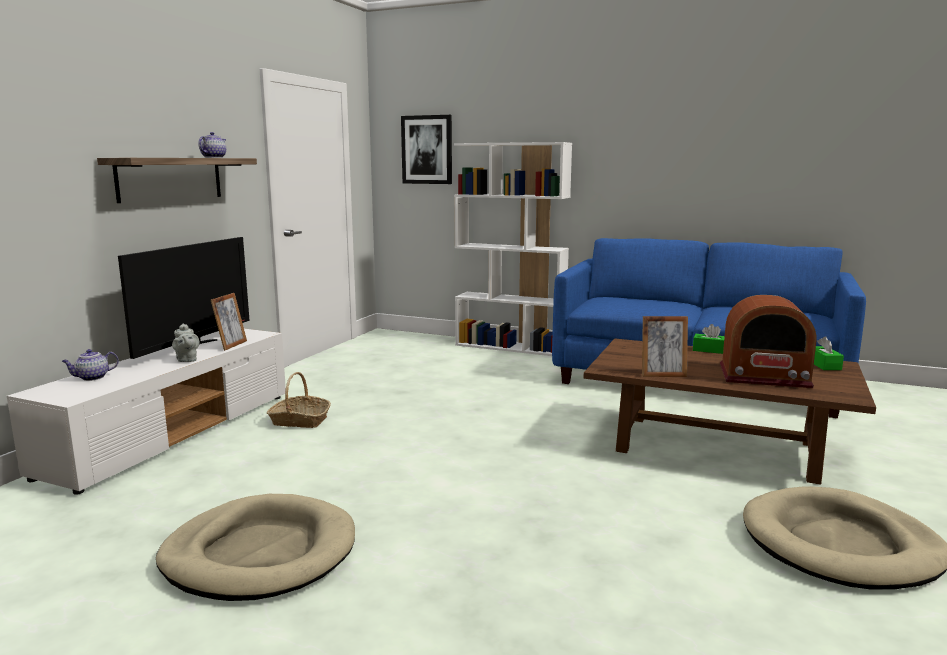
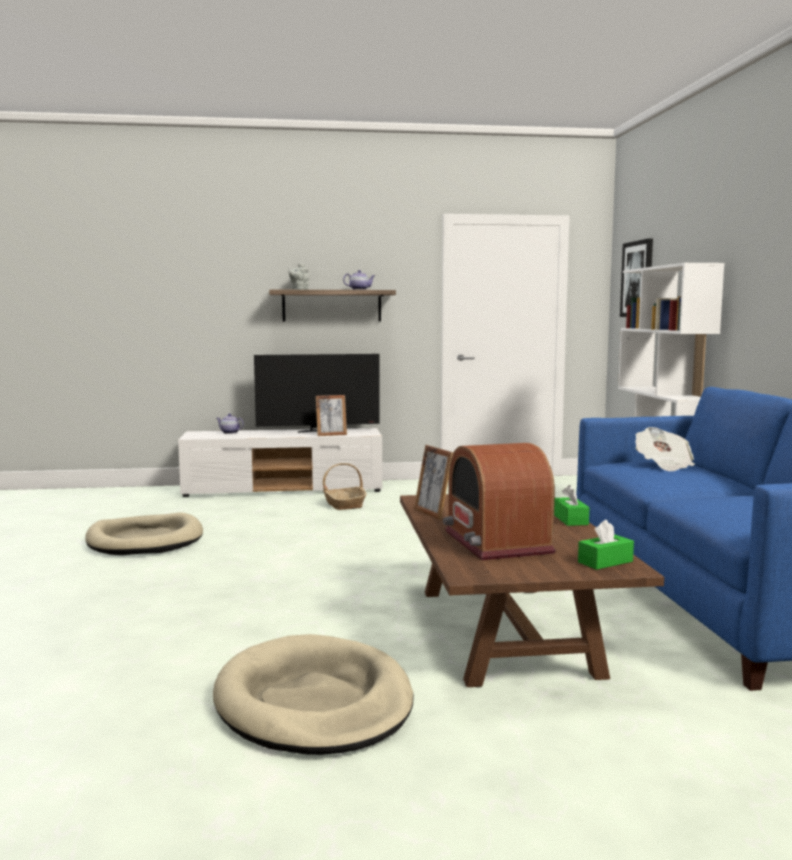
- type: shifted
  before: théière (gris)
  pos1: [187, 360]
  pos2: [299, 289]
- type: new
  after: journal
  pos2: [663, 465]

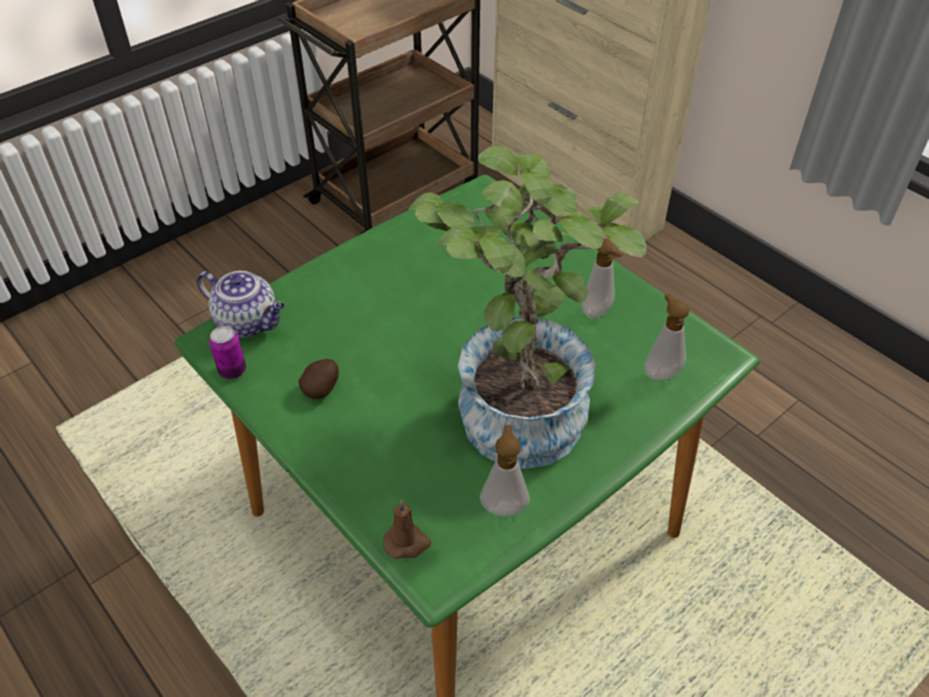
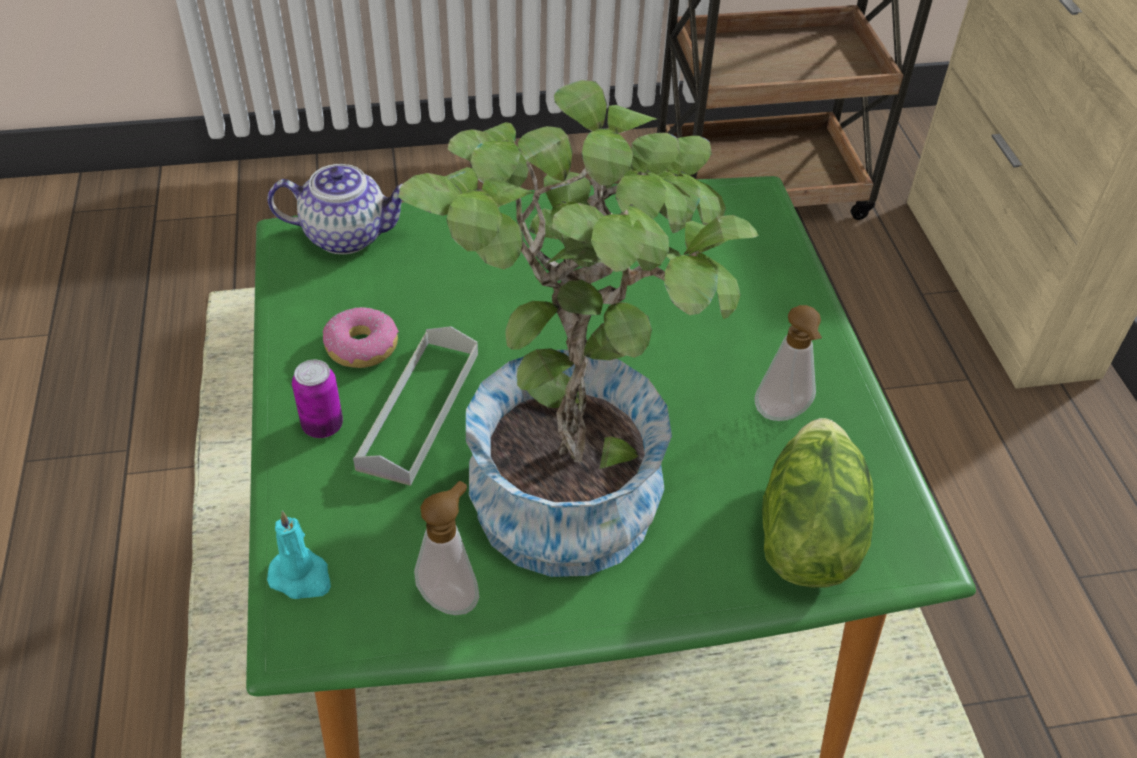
- type: rotated
  before: théière
  pos1: [249, 322]
  pos2: [348, 235]
  turn: -60
- type: shifted
  before: boîte métallique
  pos1: [232, 371]
  pos2: [322, 426]
- type: swapped
  before: pomme de terre
  after: beignet
  pos1: [322, 388]
  pos2: [362, 347]
- type: repainted
  before: bougie (marron)
  after: bougie (turquoise)
  pos1: [407, 543]
  pos2: [301, 577]
- type: swapped
  before: distributeur de savon
  after: laitue
  pos1: [660, 372]
  pos2: [805, 534]
- type: new
  after: plateau (gris)
  pos2: [419, 409]

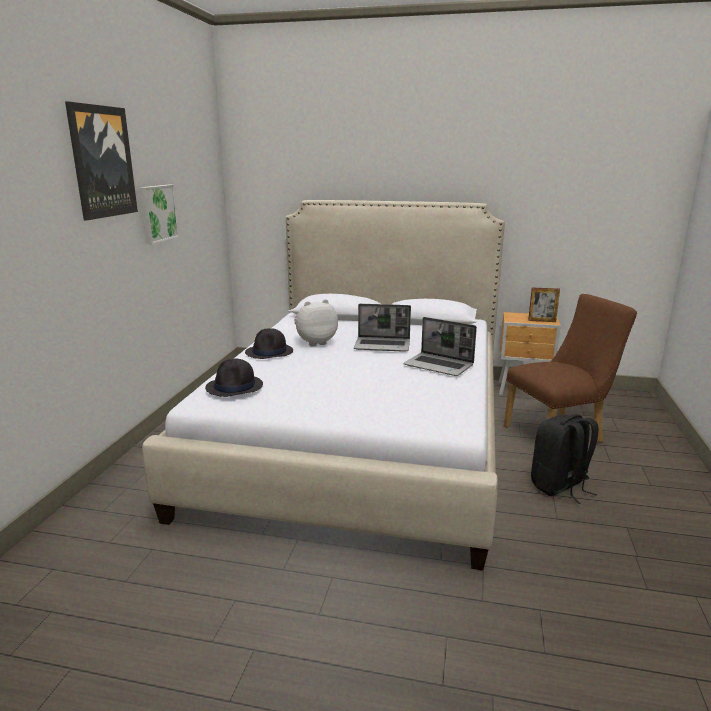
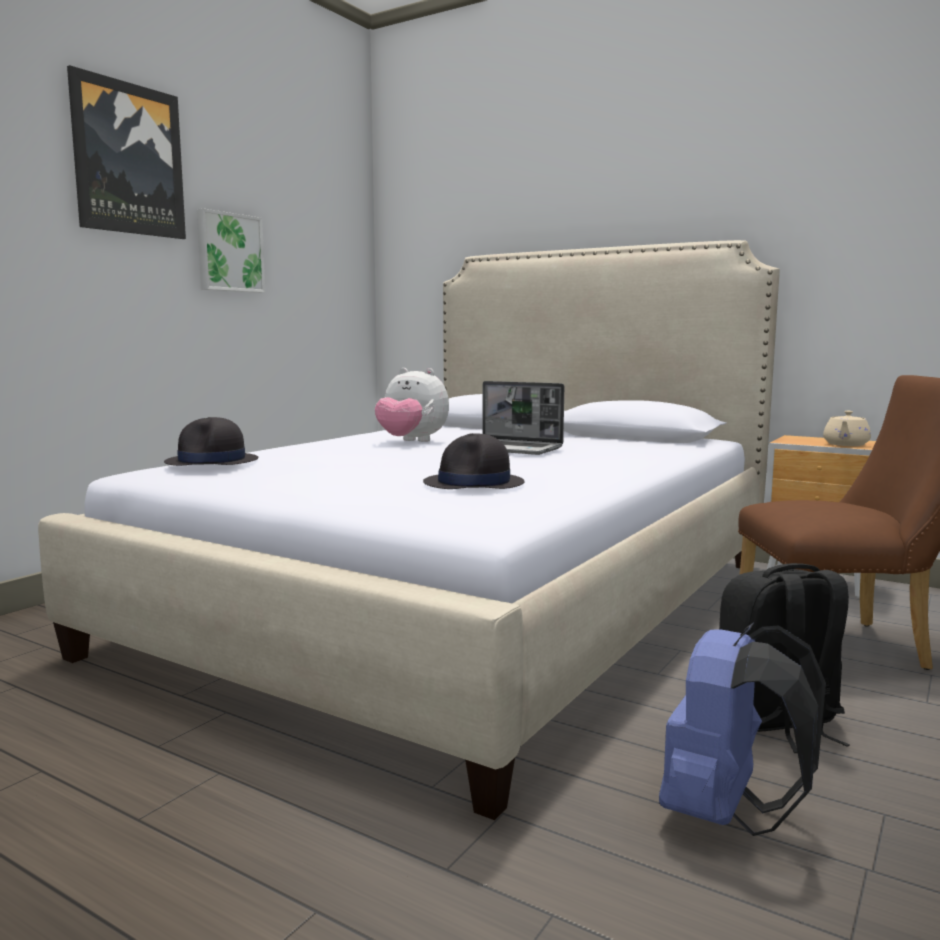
- type: shifted
  before: chapeau (noir)
  pos1: [269, 352]
  pos2: [474, 484]
- type: rotated
  before: peluche
  pos1: [315, 342]
  pos2: [411, 441]
  turn: -150
- type: gone
  before: ordinateur portable
  pos1: [439, 366]
- type: swapped
  before: cadre photo
  after: théière (beige)
  pos1: [542, 321]
  pos2: [845, 444]
- type: new
  after: sac à dos (bleu)
  pos2: [727, 814]

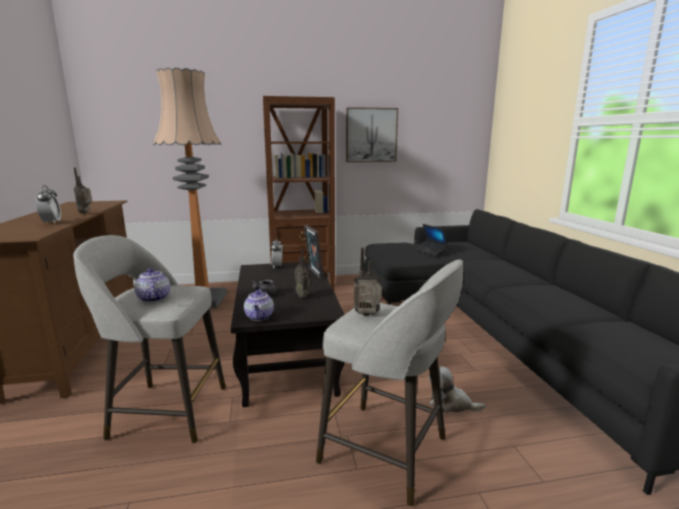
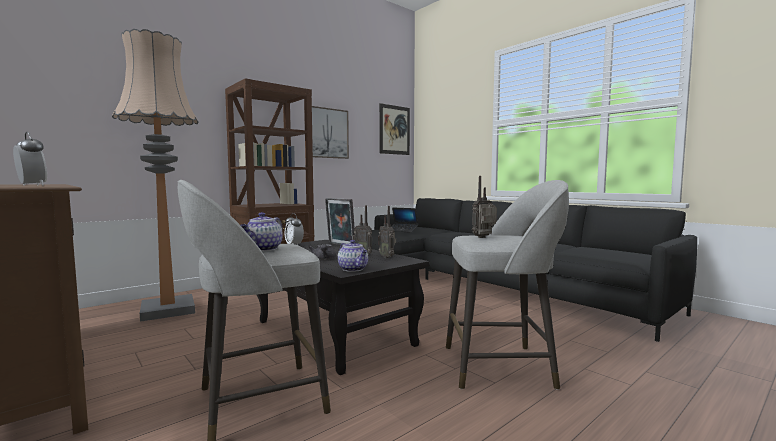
- type: shifted
  before: radio
  pos1: [87, 213]
  pos2: [387, 257]
- type: rotated
  before: théière
  pos1: [153, 298]
  pos2: [263, 249]
  turn: -105
- type: gone
  before: peluche
  pos1: [451, 404]
- type: new
  after: tableau
  pos2: [394, 130]

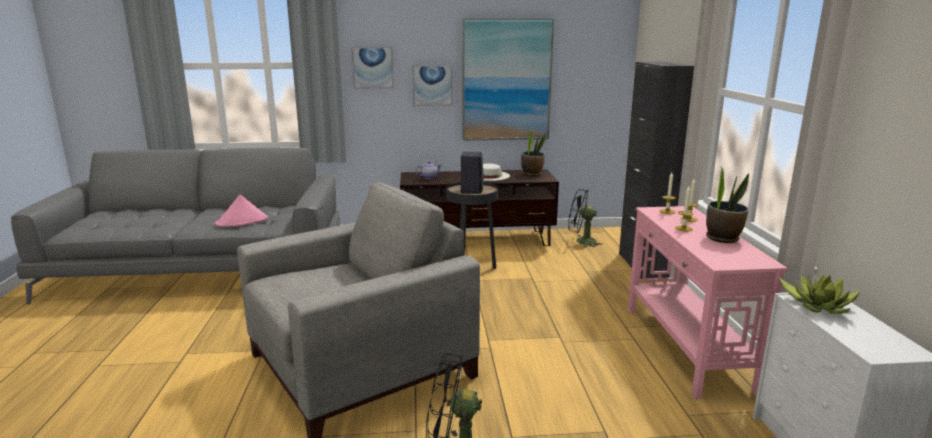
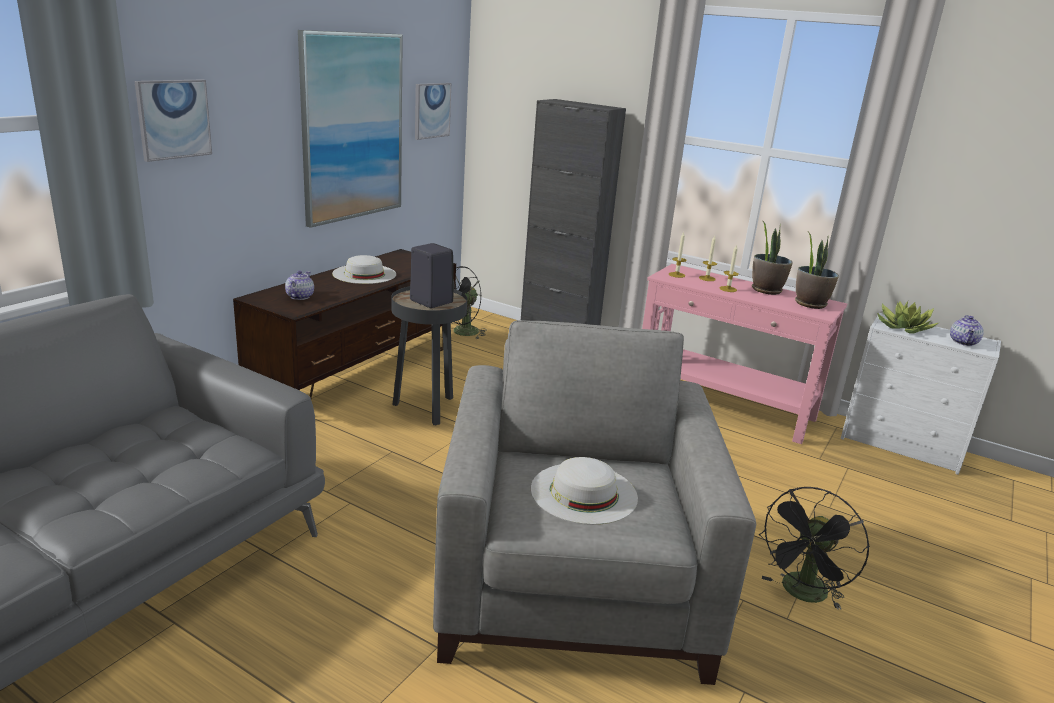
- type: gone
  before: chapeau (rose)
  pos1: [242, 221]
- type: shifted
  before: tableau
  pos1: [432, 85]
  pos2: [431, 110]
- type: shifted
  before: plante en pot
  pos1: [532, 174]
  pos2: [810, 304]
- type: new
  after: chapeau (blanc)
  pos2: [584, 492]
- type: new
  after: théière
  pos2: [963, 342]

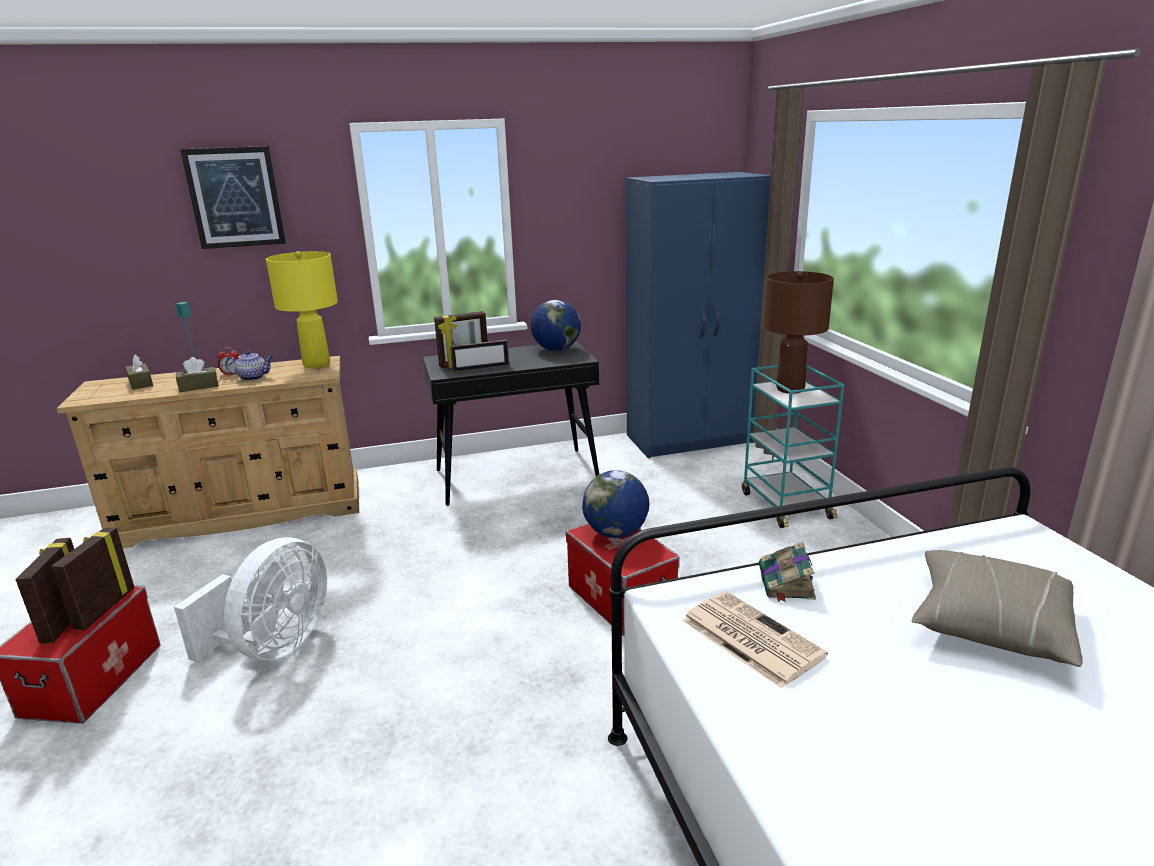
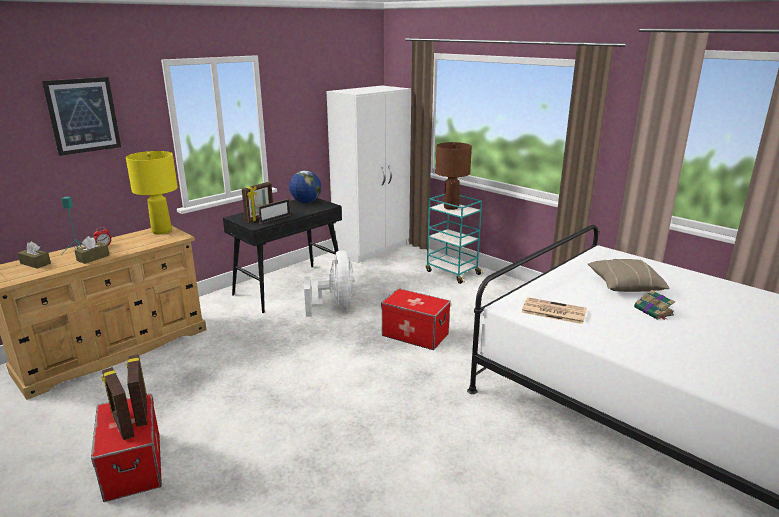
- type: shifted
  before: ventilateur (blanc)
  pos1: [274, 646]
  pos2: [335, 306]
- type: gone
  before: théière
  pos1: [253, 377]
- type: gone
  before: globe
  pos1: [616, 533]
- type: repainted
  before: armoire (bleu)
  after: armoire (blanc)
  pos1: [691, 439]
  pos2: [372, 248]
- type: shifted
  before: livre
  pos1: [786, 583]
  pos2: [654, 311]

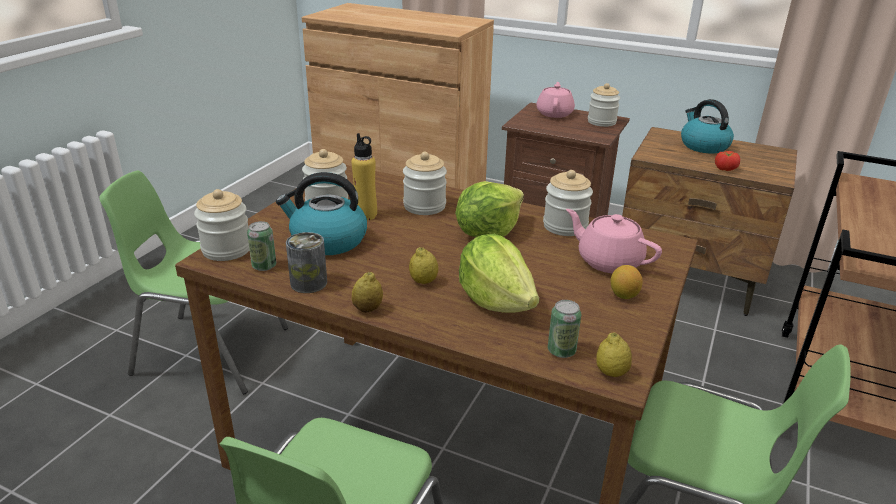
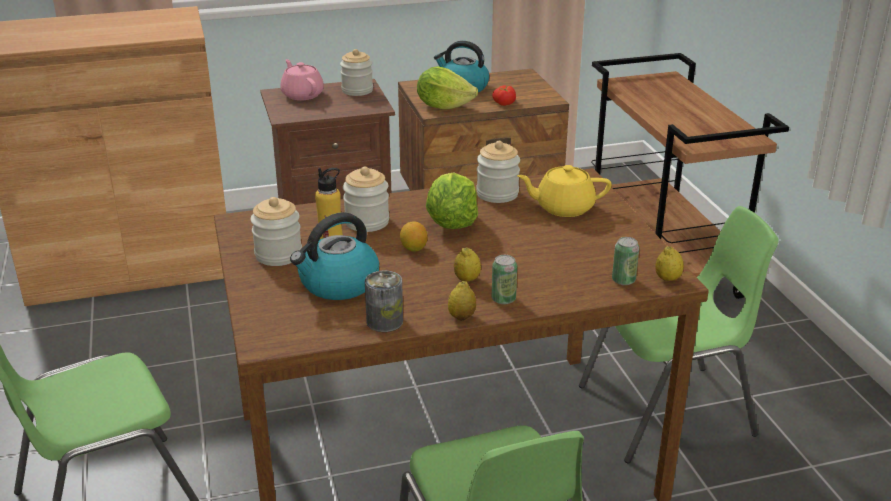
- type: gone
  before: bocal
  pos1: [226, 249]
- type: shifted
  before: boîte métallique
  pos1: [264, 266]
  pos2: [503, 299]
- type: shifted
  before: laitue
  pos1: [496, 300]
  pos2: [443, 106]
- type: repainted
  before: théière (rose)
  after: théière (jaune)
  pos1: [608, 261]
  pos2: [563, 208]
- type: shifted
  before: citron
  pos1: [623, 295]
  pos2: [413, 248]

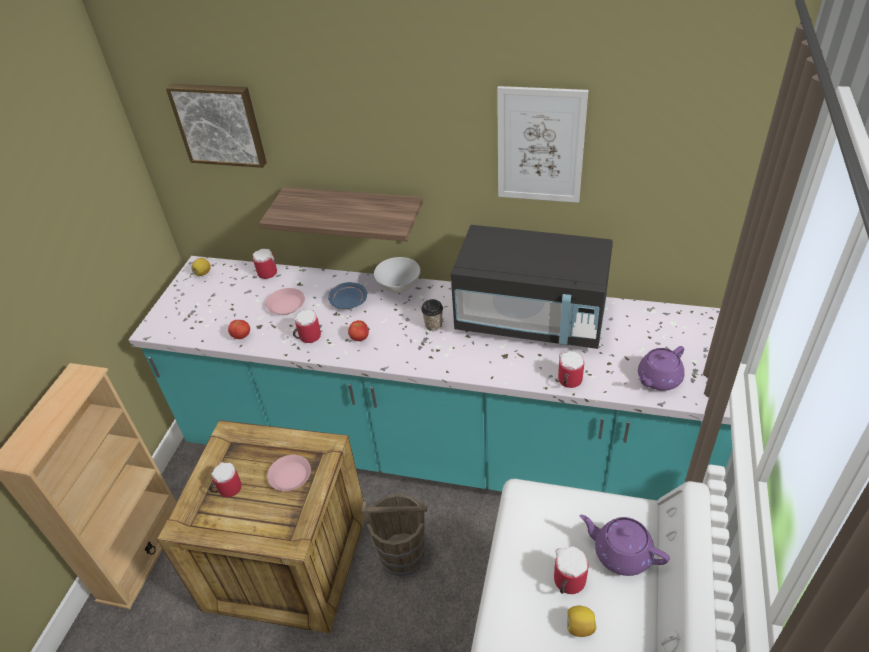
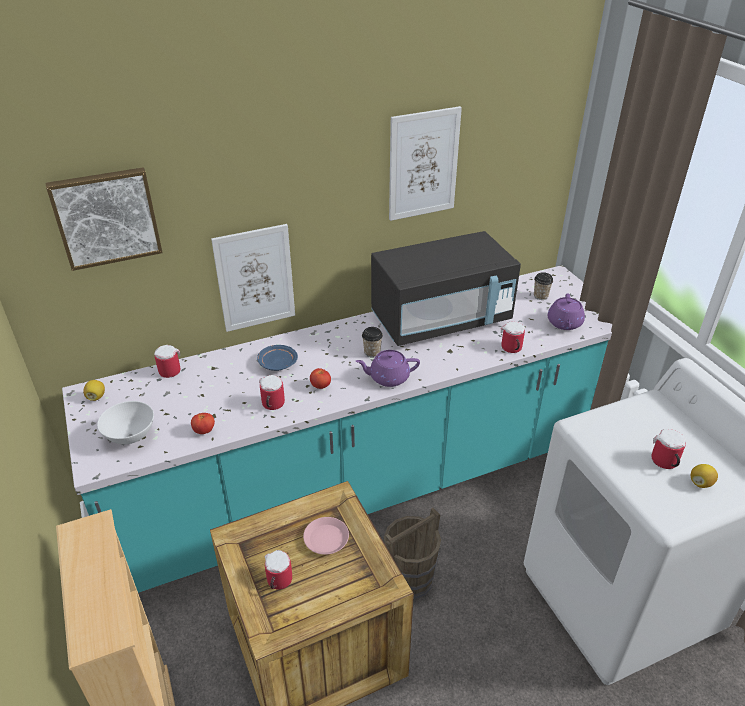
- type: swapped
  before: étagère
  after: tableau
  pos1: [355, 214]
  pos2: [255, 278]
- type: gone
  before: assiette (rose)
  pos1: [286, 304]
- type: shifted
  before: bol (blanc)
  pos1: [399, 288]
  pos2: [131, 437]
- type: shifted
  before: théière (violet)
  pos1: [621, 553]
  pos2: [388, 378]
- type: new
  after: tasse
  pos2: [540, 296]

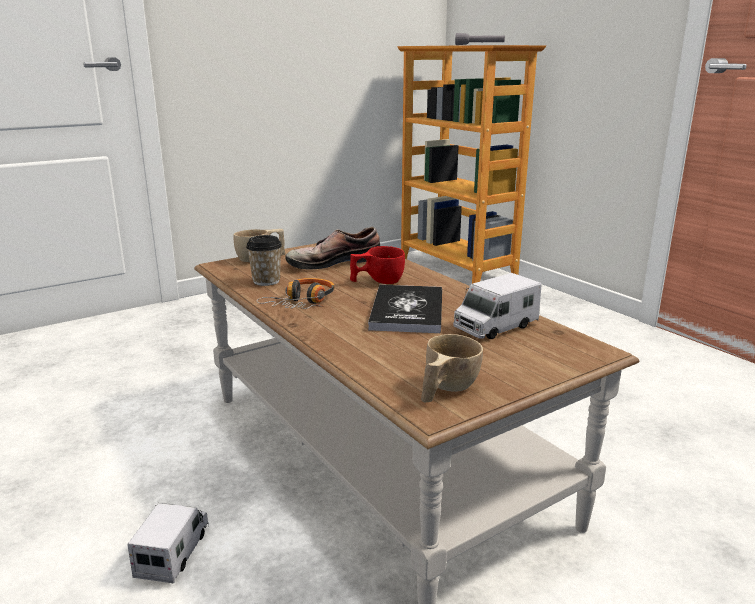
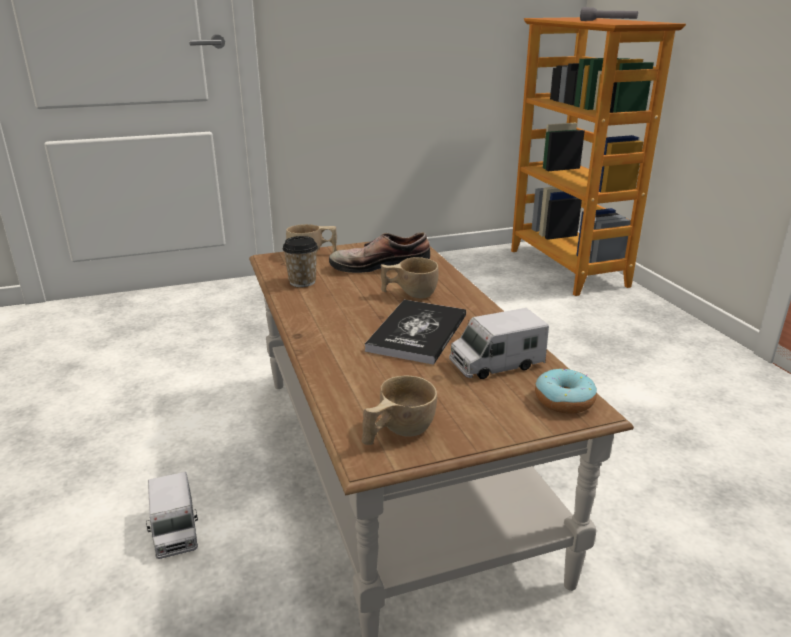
- type: rotated
  before: camion jouet
  pos1: [173, 552]
  pos2: [175, 530]
  turn: 135
- type: gone
  before: casque audio
  pos1: [302, 303]
- type: repainted
  before: tasse (rouge)
  after: tasse (beige)
  pos1: [377, 281]
  pos2: [409, 293]
- type: new
  after: beignet
  pos2: [564, 401]

